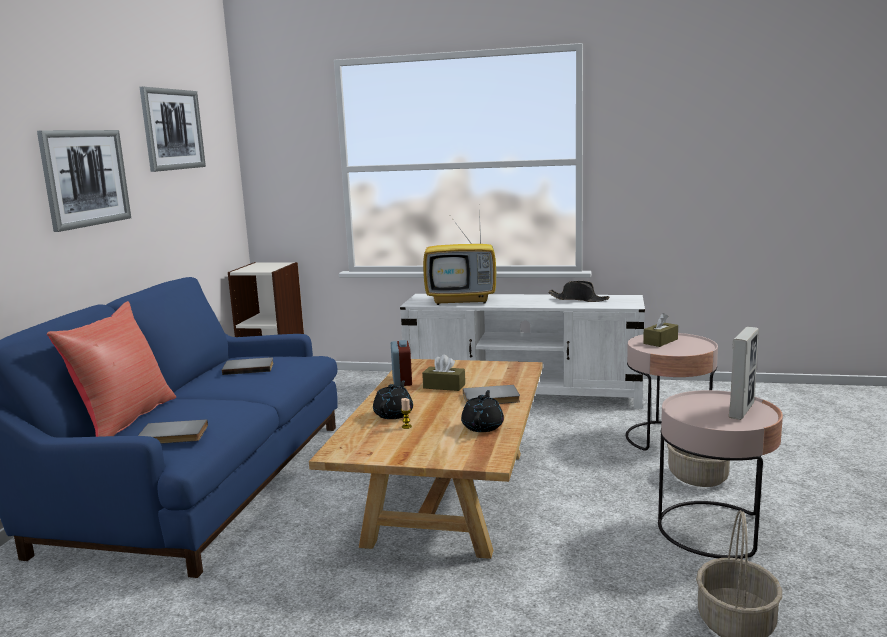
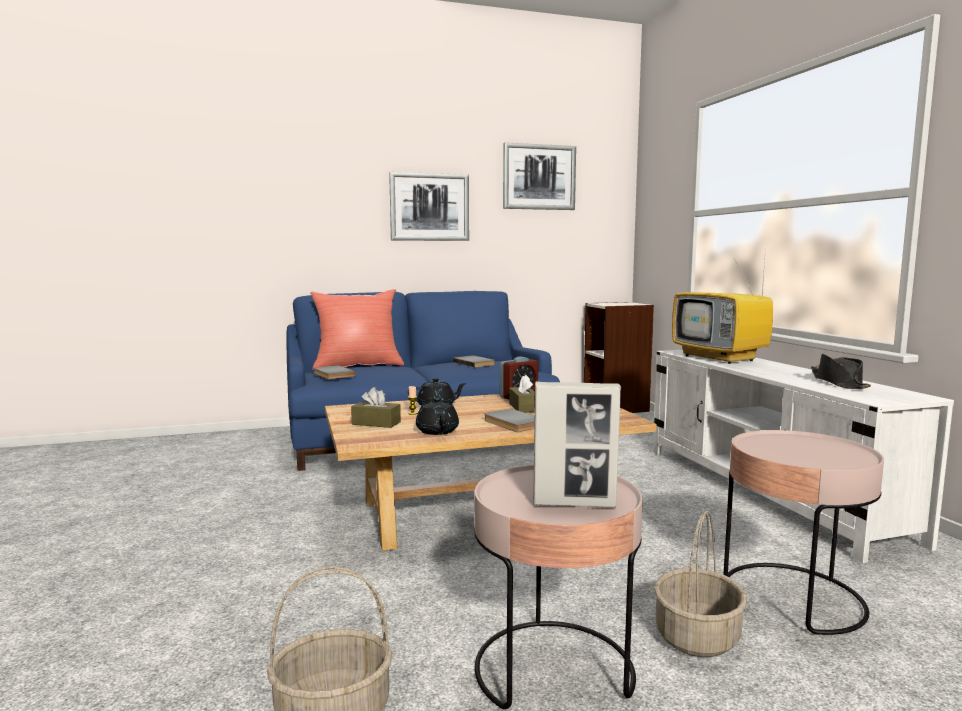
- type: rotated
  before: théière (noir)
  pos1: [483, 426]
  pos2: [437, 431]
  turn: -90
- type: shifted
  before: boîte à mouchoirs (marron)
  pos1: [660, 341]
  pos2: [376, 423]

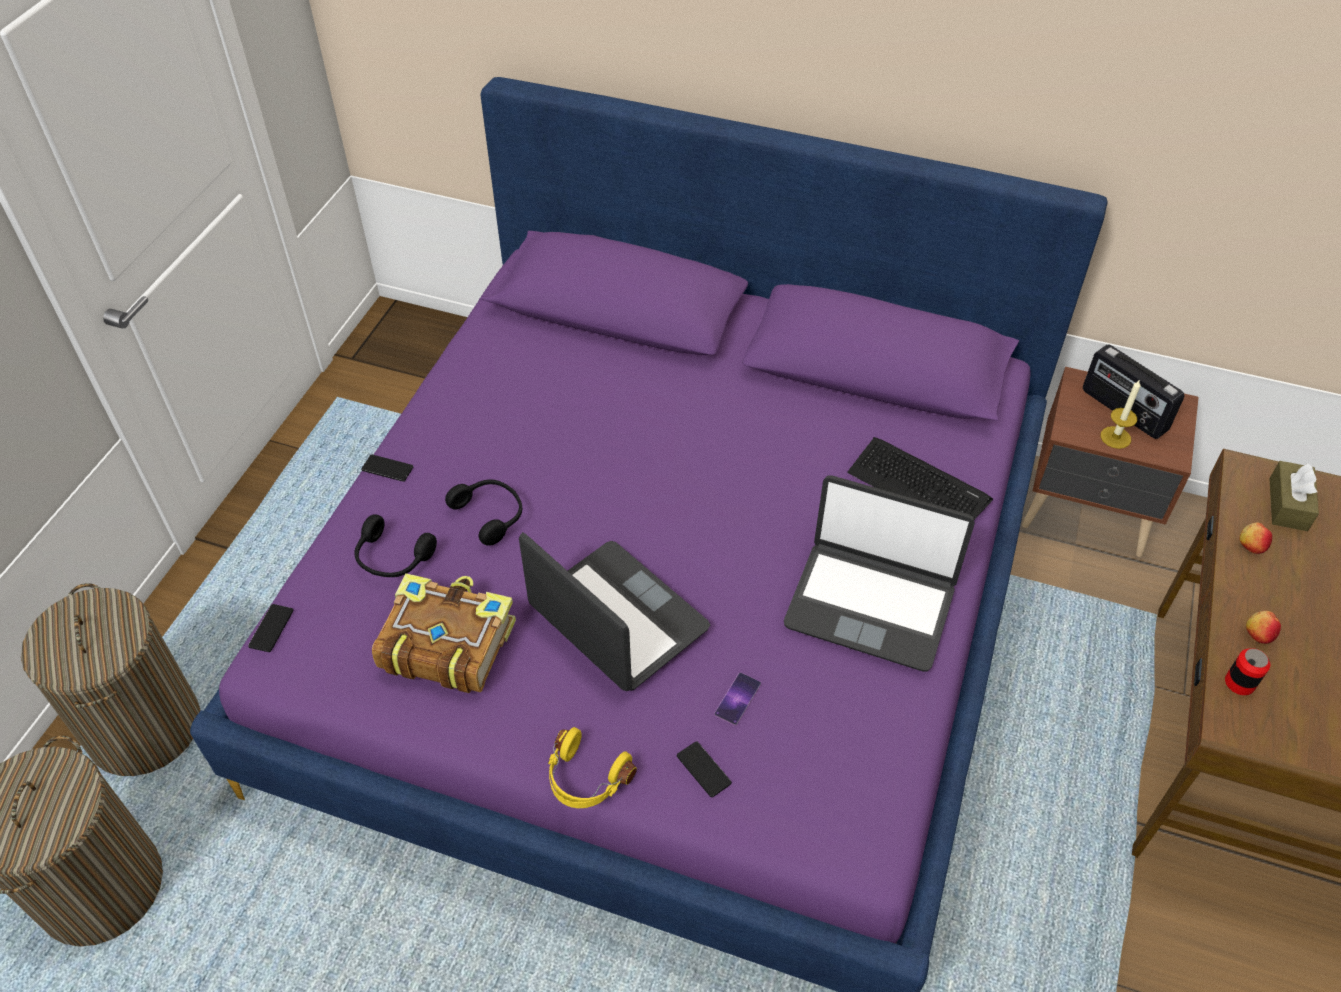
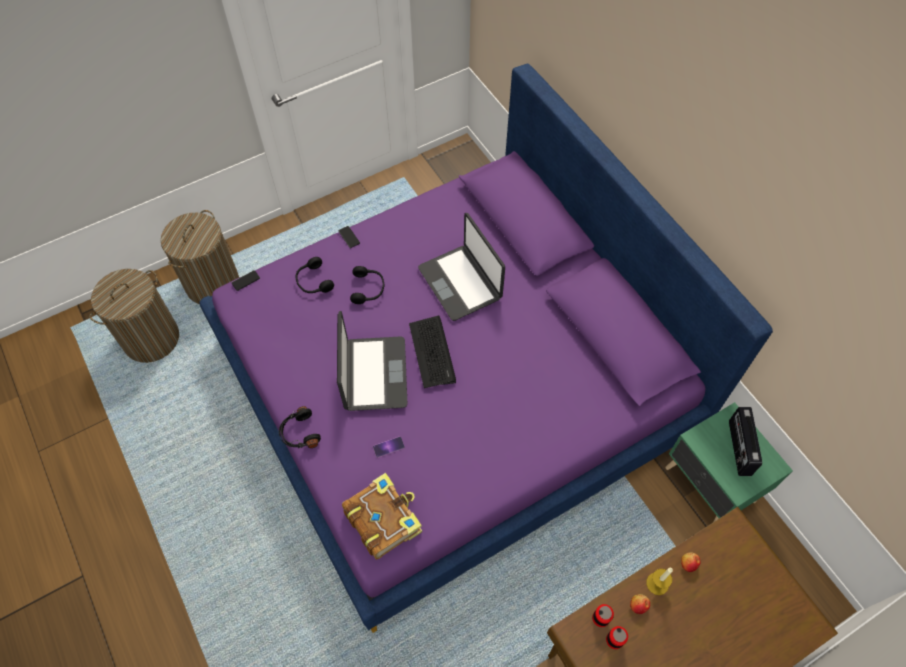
- type: shifted
  before: livre
  pos1: [446, 643]
  pos2: [383, 519]
- type: repainted
  before: casque audio (jaune)
  after: casque audio (noir)
  pos1: [585, 779]
  pos2: [299, 433]
- type: gone
  before: téléphone
  pos1: [703, 769]
- type: shifted
  before: ordinateur portable
  pos1: [870, 605]
  pos2: [460, 283]
- type: shifted
  before: clavier
  pos1: [918, 485]
  pos2: [432, 352]
- type: repainted
  before: table de chevet (marron)
  after: table de chevet (vert)
  pos1: [1088, 513]
  pos2: [709, 486]
- type: shifted
  before: bougie
  pos1: [1115, 437]
  pos2: [657, 583]
- type: gone
  before: boîte à mouchoirs (marron)
  pos1: [1288, 504]
- type: new
  after: boîte métallique
  pos2: [614, 640]

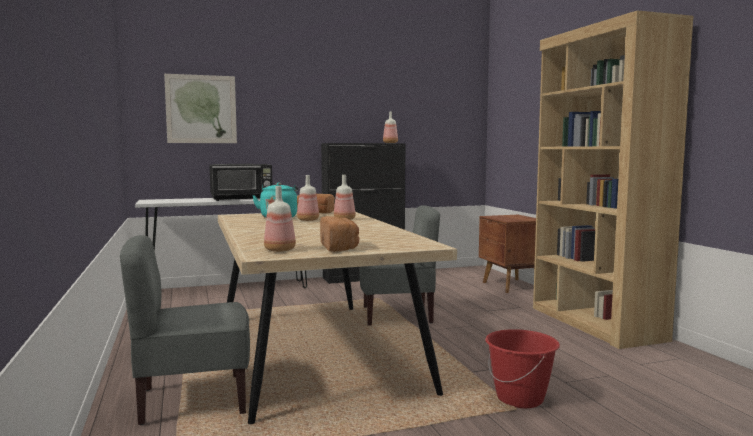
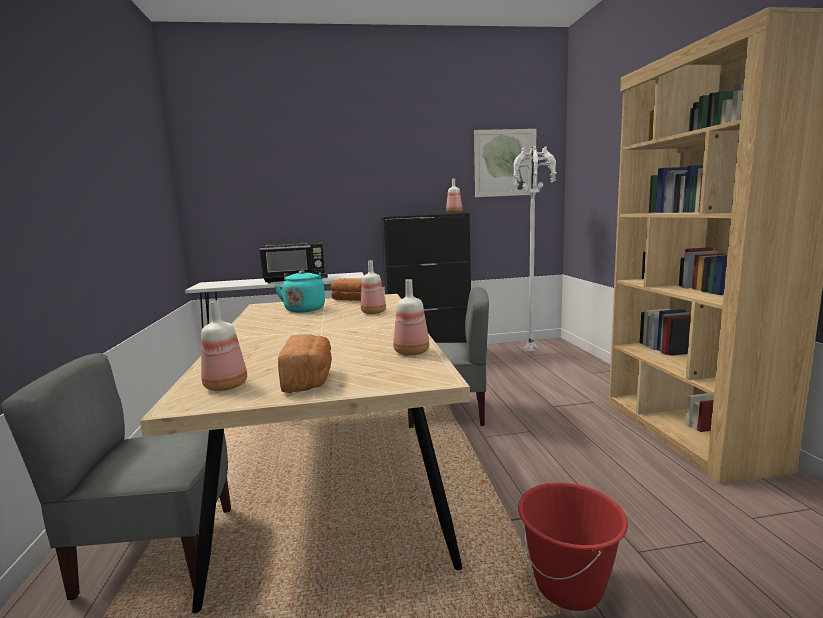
- type: shifted
  before: tableau
  pos1: [201, 109]
  pos2: [505, 163]
- type: shifted
  before: bouteille
  pos1: [307, 220]
  pos2: [410, 352]
- type: gone
  before: table de chevet (marron)
  pos1: [511, 286]
- type: new
  after: lampadaire (blanc)
  pos2: [531, 351]

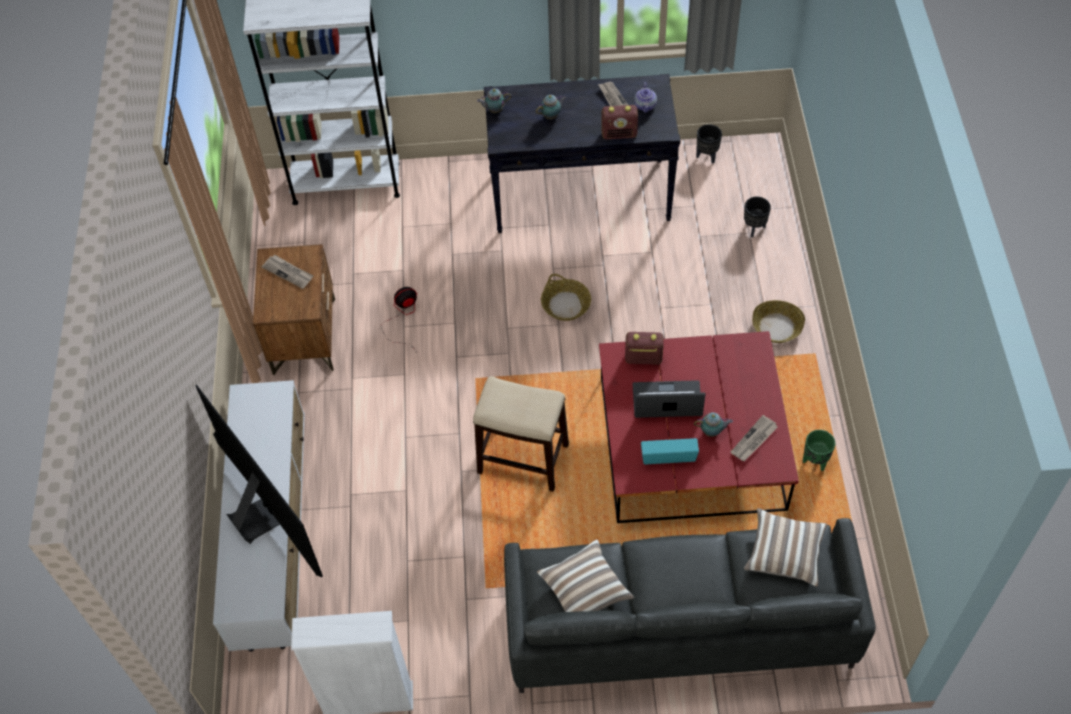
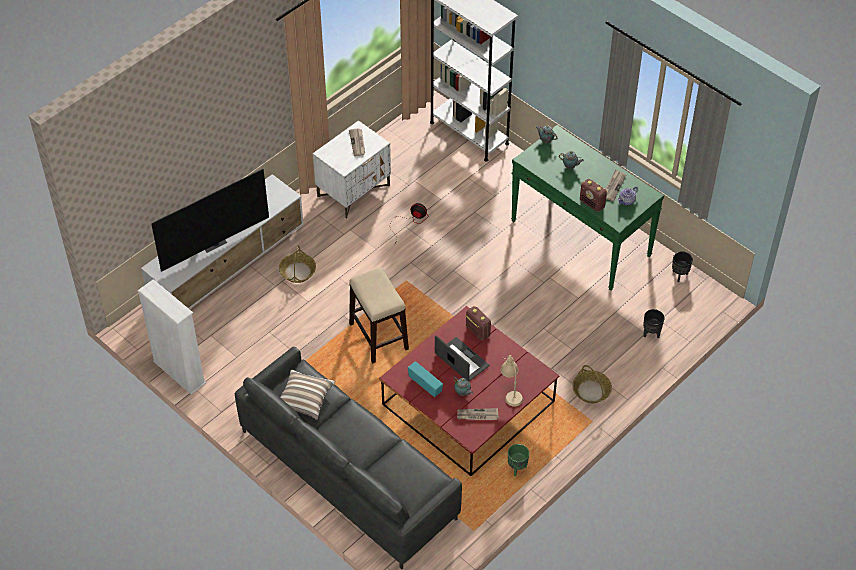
- type: rotated
  before: téléviseur
  pos1: [261, 517]
  pos2: [213, 242]
  turn: 45
- type: repainted
  before: table de chevet (marron)
  after: table de chevet (blanc)
  pos1: [304, 336]
  pos2: [354, 191]
- type: repainted
  before: table console (noir)
  after: table console (vert)
  pos1: [581, 195]
  pos2: [581, 238]
- type: shifted
  before: panier
  pos1: [565, 305]
  pos2: [297, 271]
- type: gone
  before: coussin
  pos1: [784, 553]
- type: new
  after: lampe de table (beige)
  pos2: [510, 393]

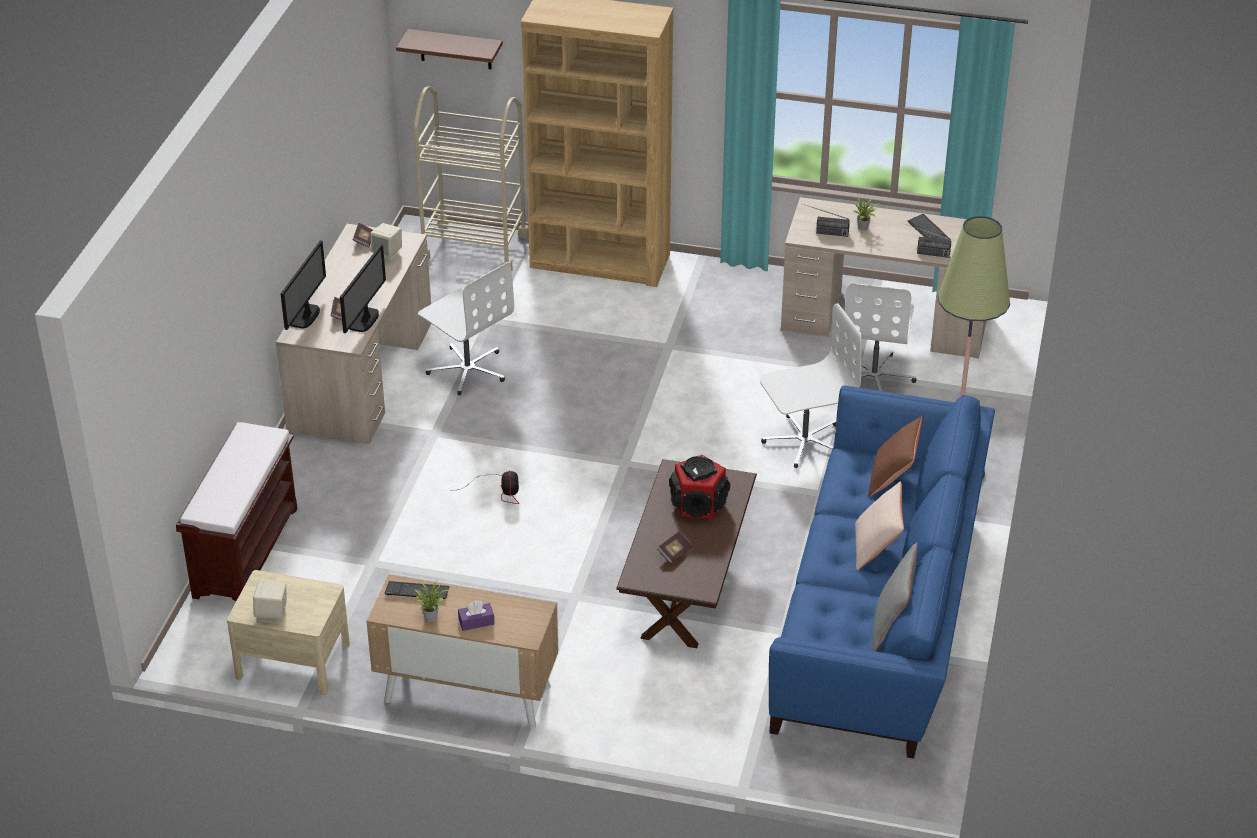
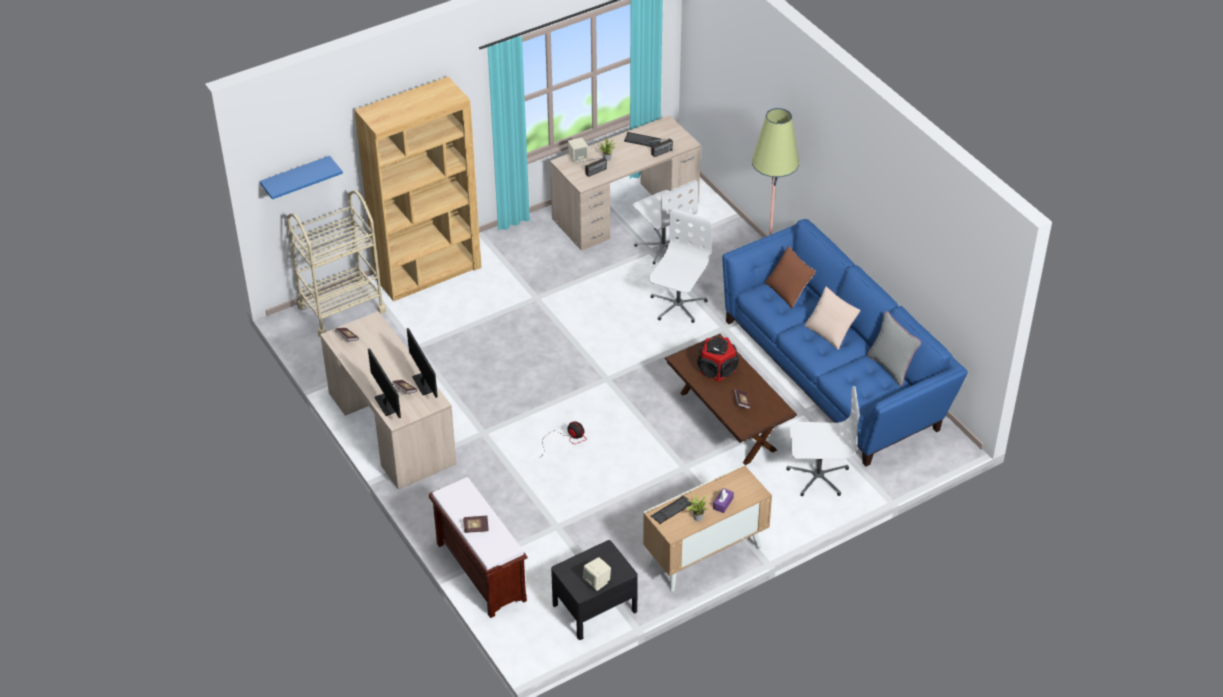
- type: repainted
  before: table de chevet (beige)
  after: table de chevet (noir)
  pos1: [293, 660]
  pos2: [594, 608]
- type: shifted
  before: enceinte (beige)
  pos1: [387, 254]
  pos2: [578, 158]
- type: repainted
  before: étagère (marron)
  after: étagère (bleu)
  pos1: [455, 49]
  pos2: [296, 178]
- type: shifted
  before: chaise de bureau (blanc)
  pos1: [468, 369]
  pos2: [818, 476]
- type: new
  after: livre
  pos2: [476, 527]

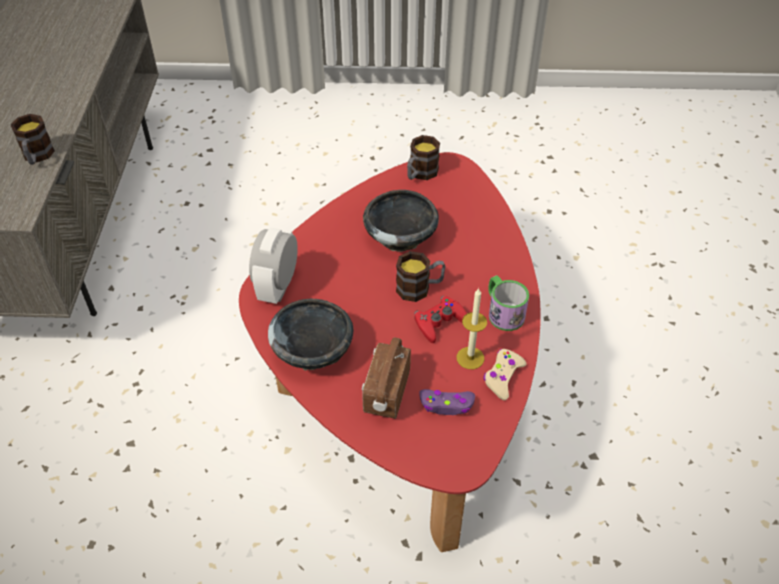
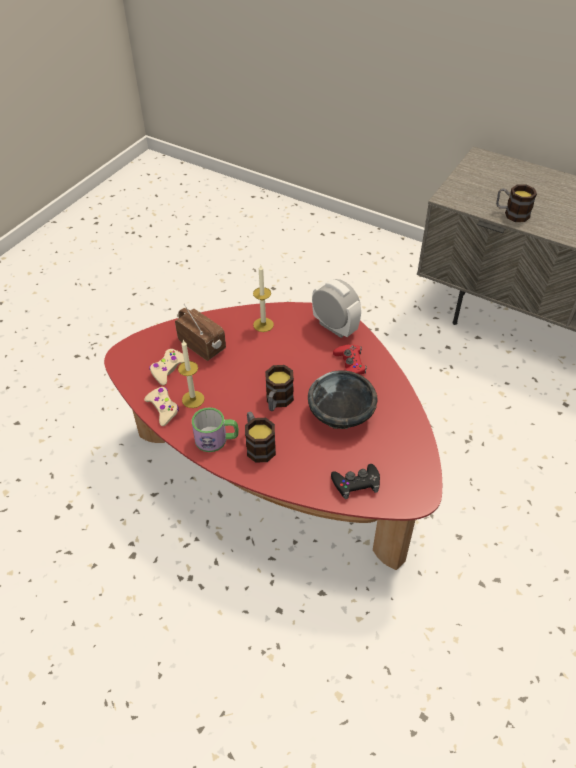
- type: swapped
  before: bol (noir)
  after: bougie
  pos1: [313, 351]
  pos2: [263, 324]
- type: shifted
  before: mug
  pos1: [420, 174]
  pos2: [258, 445]
- type: shifted
  before: manette (rouge)
  pos1: [439, 322]
  pos2: [349, 365]
- type: repainted
  before: manette (violet)
  after: manette (beige)
  pos1: [446, 405]
  pos2: [168, 370]
- type: new
  after: manette (noir)
  pos2: [356, 483]

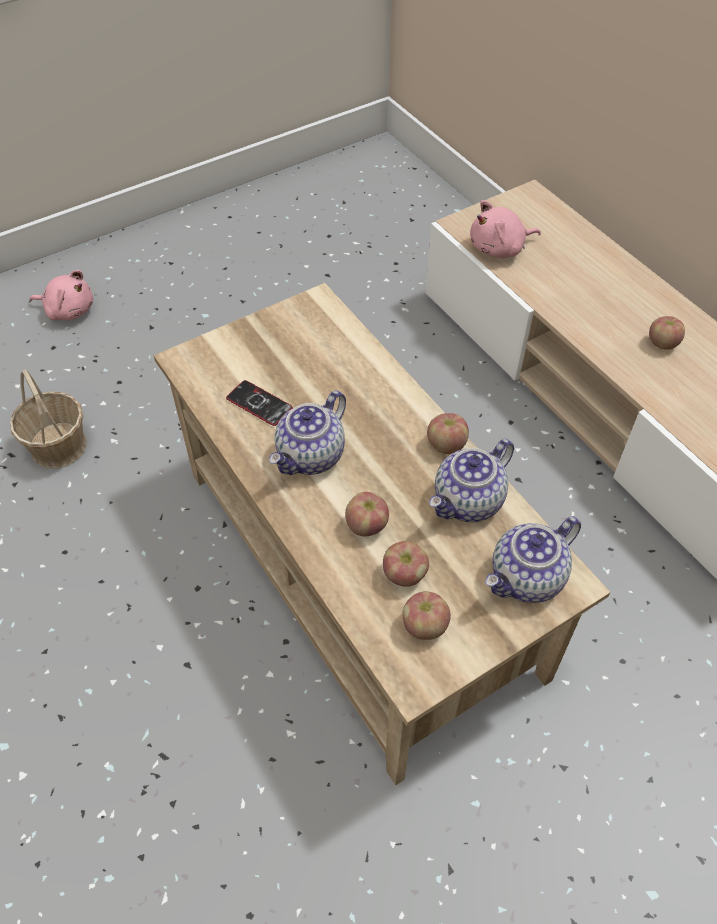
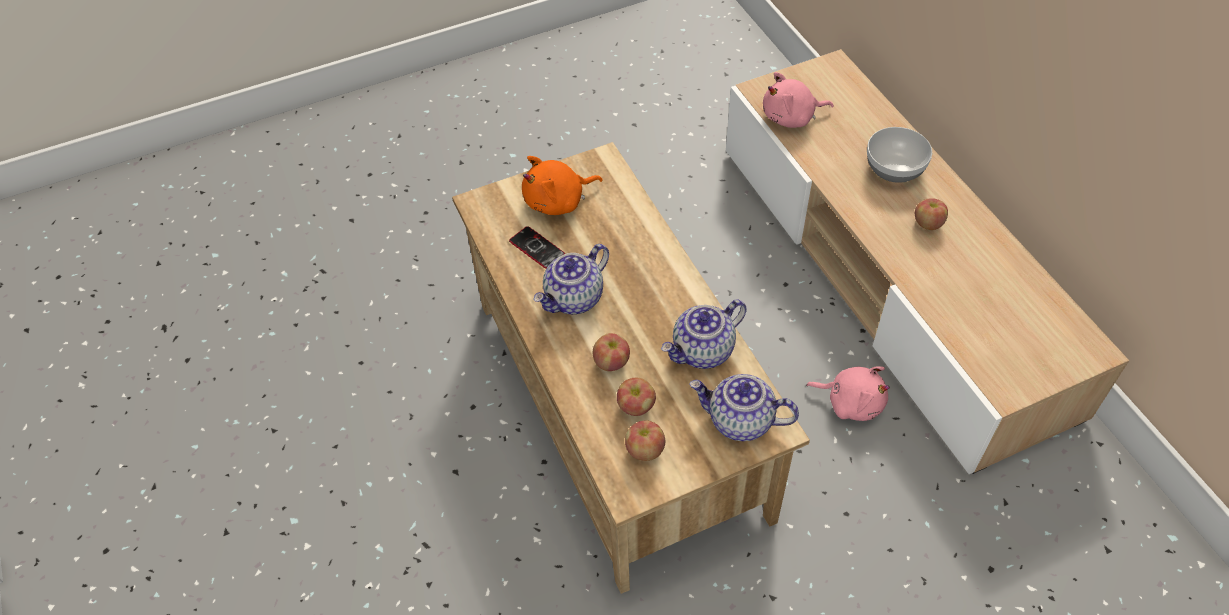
- type: gone
  before: panier
  pos1: [59, 446]
- type: shifted
  before: peluche (rose)
  pos1: [68, 310]
  pos2: [851, 402]
- type: gone
  before: pomme
  pos1: [446, 444]
- type: rotated
  before: théière
  pos1: [527, 579]
  pos2: [740, 421]
  turn: 45
- type: new
  after: peluche (orange)
  pos2: [558, 201]
- type: new
  after: bol
  pos2: [894, 170]

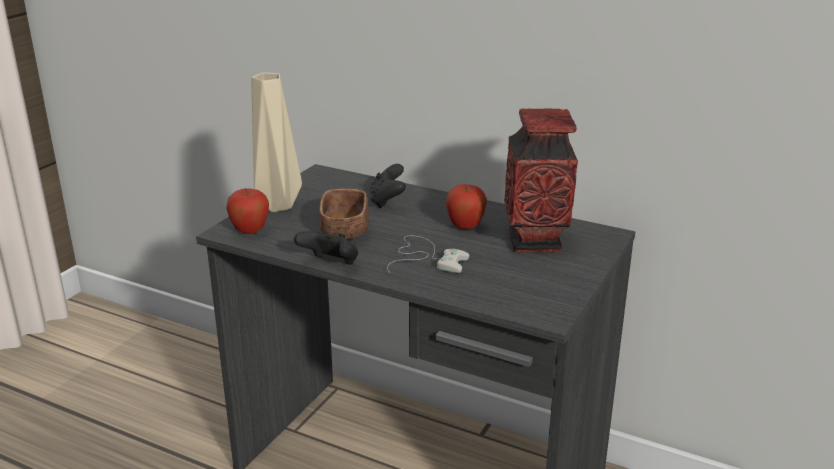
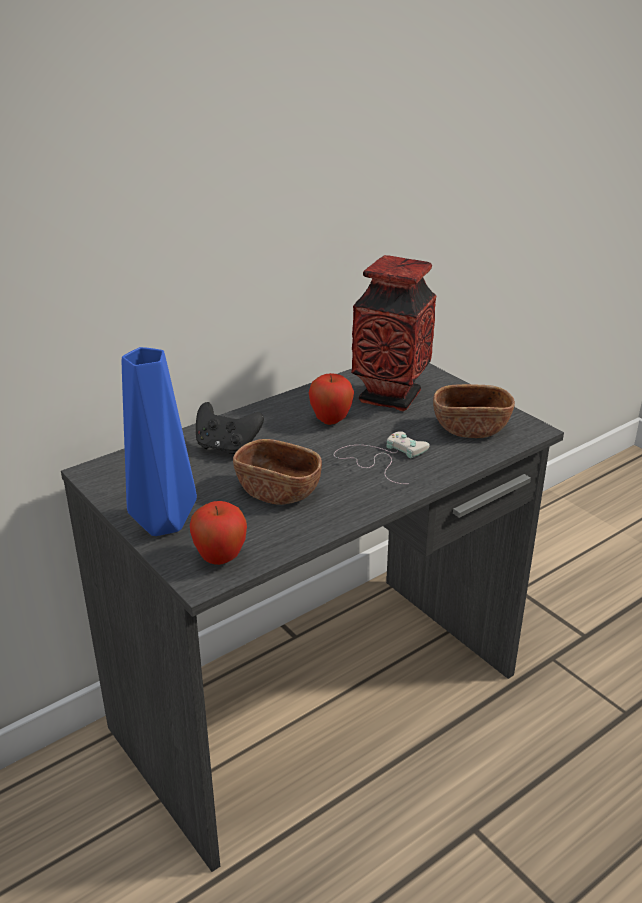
- type: repainted
  before: vase (beige)
  after: vase (bleu)
  pos1: [278, 205]
  pos2: [160, 522]
- type: gone
  before: manette (noir)
  pos1: [330, 264]
- type: new
  after: bol (marron)
  pos2: [470, 428]

